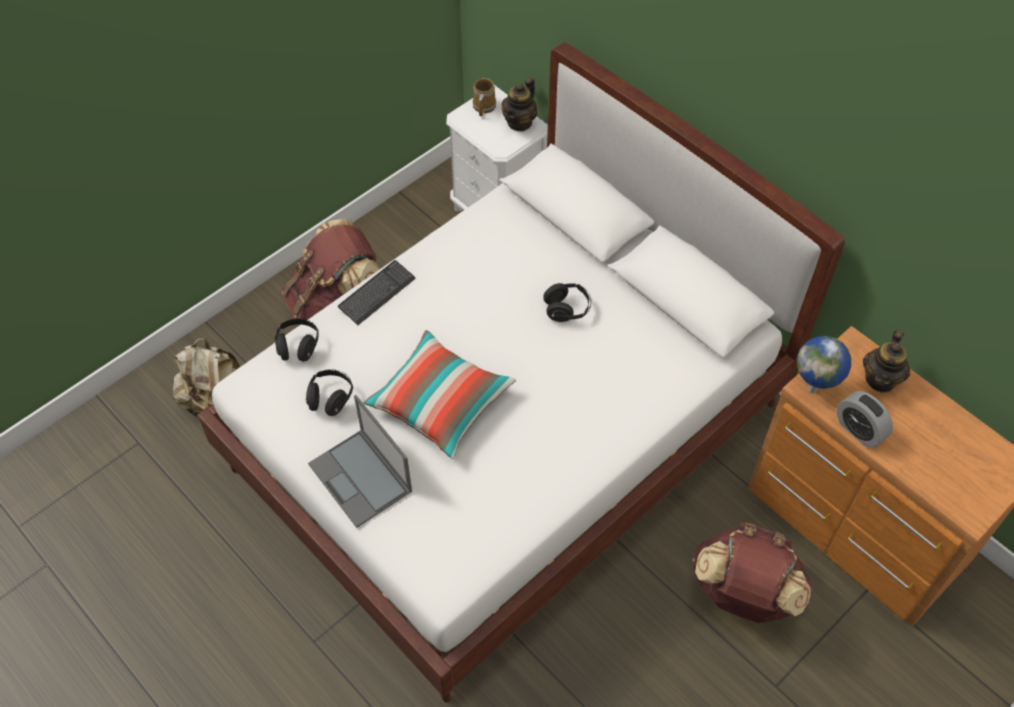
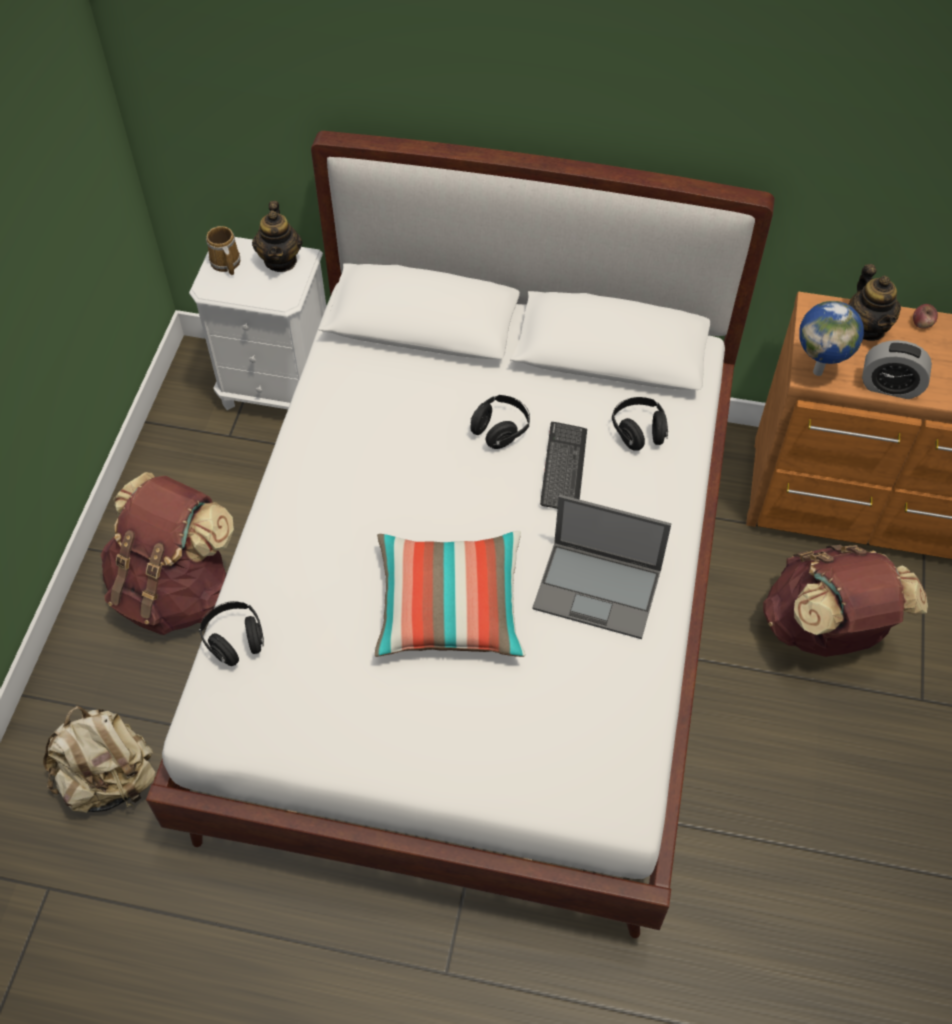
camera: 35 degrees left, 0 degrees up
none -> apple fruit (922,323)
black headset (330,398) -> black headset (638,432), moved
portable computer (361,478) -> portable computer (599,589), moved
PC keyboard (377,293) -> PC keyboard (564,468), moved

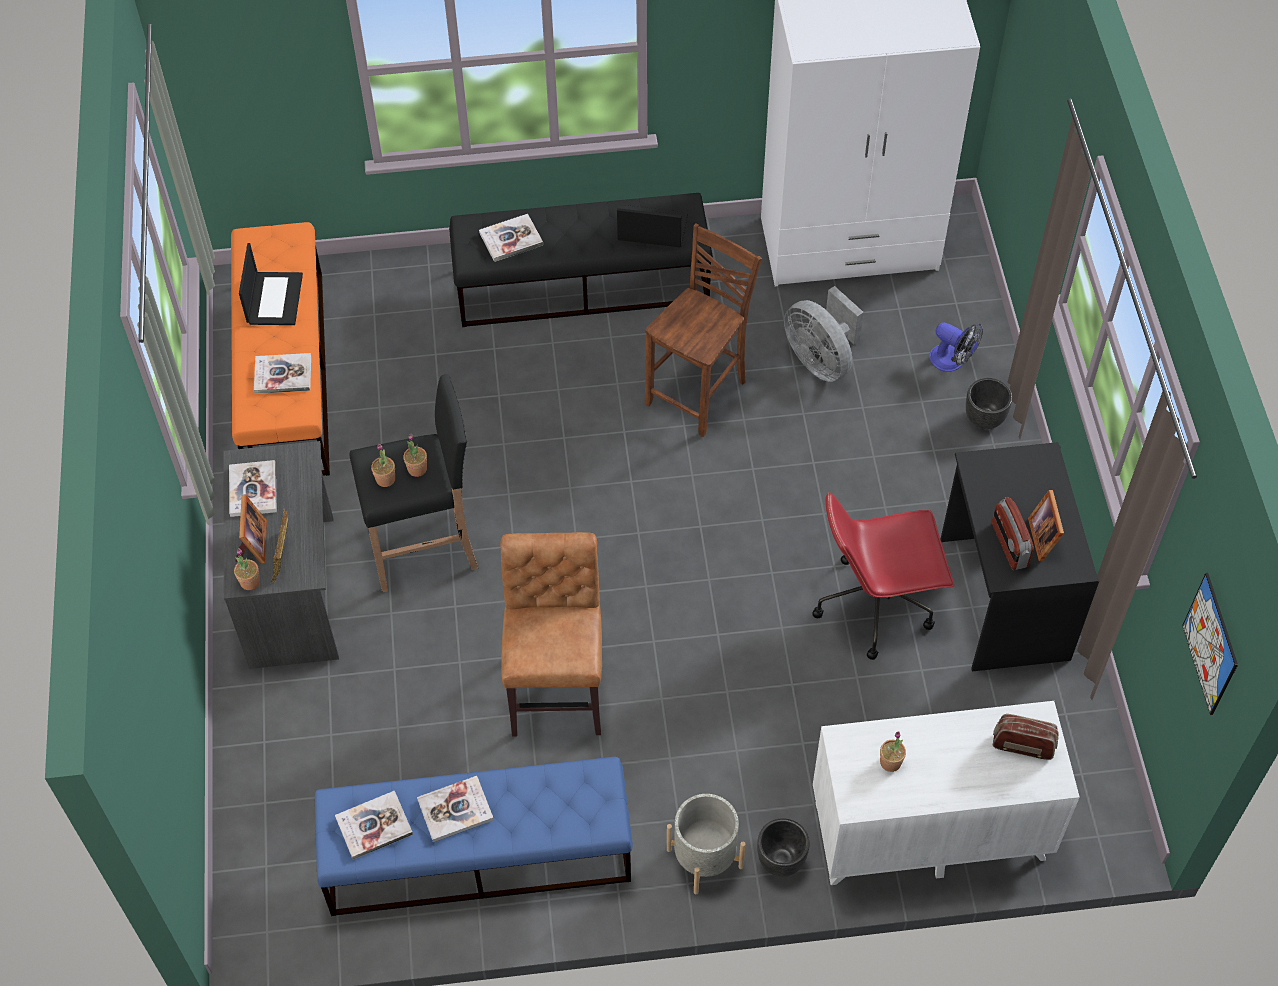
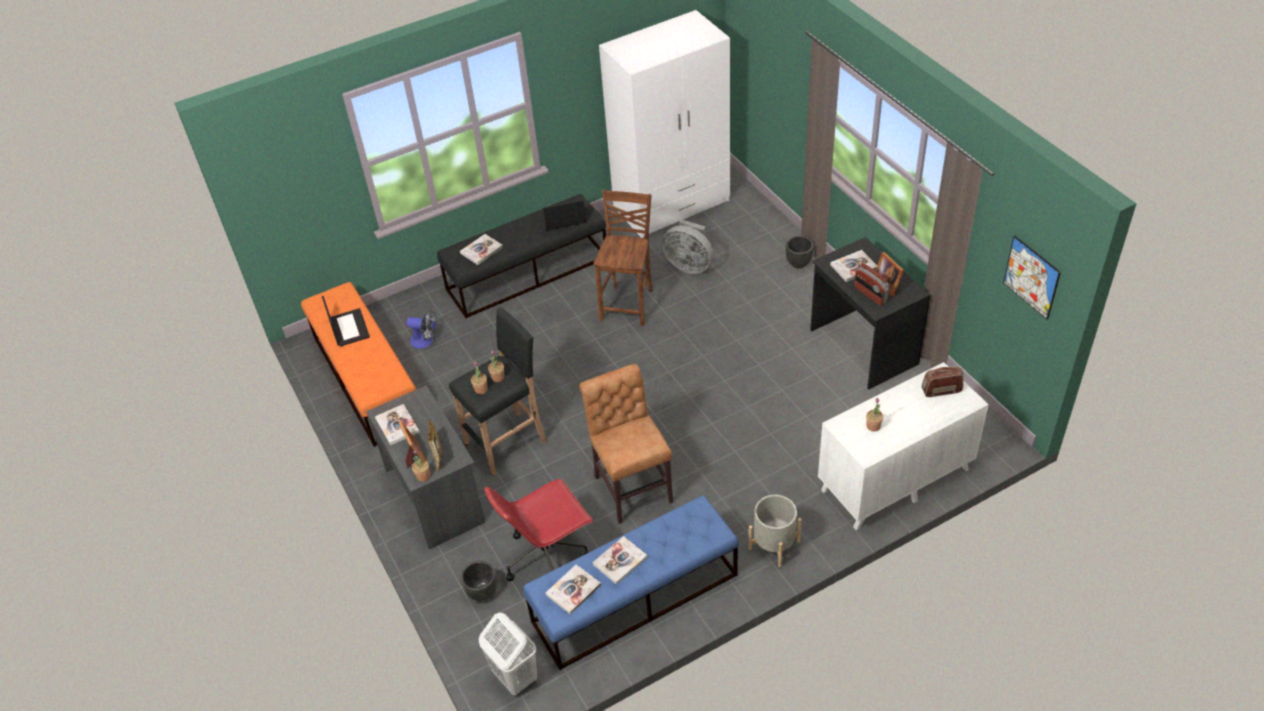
camera: 20 degrees left, 10 degrees down
none -> white-coloured washing basket (515,676)
volume (283,375) -> volume (853,267), moved
black planter (780,861) -> black planter (482,593), moved
reddish office chair (876,604) -> reddish office chair (547,557), moved
fan (952,361) -> fan (425,341), moved

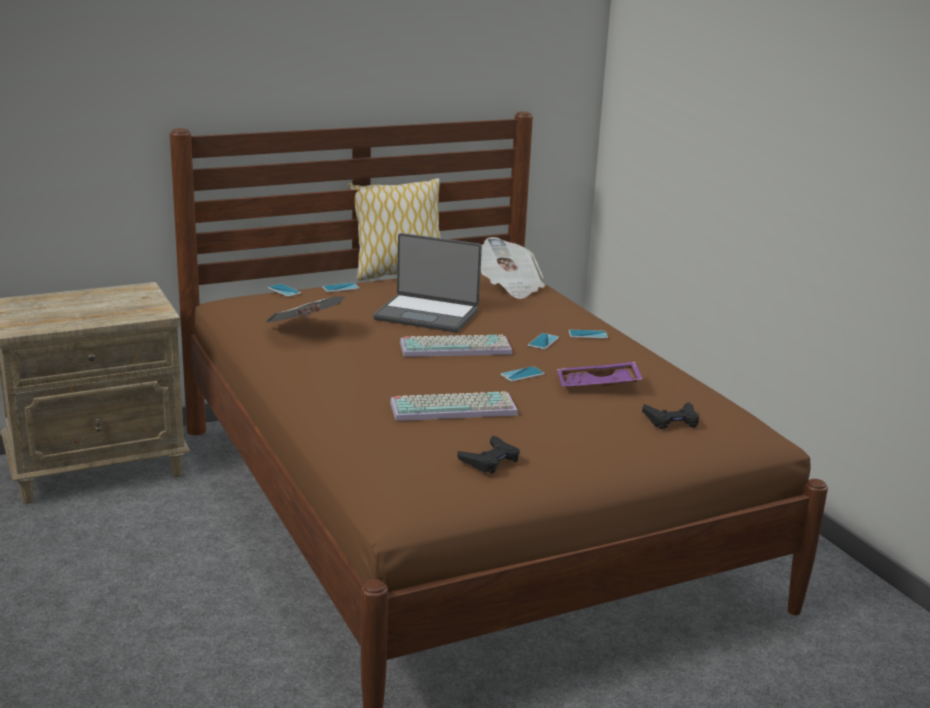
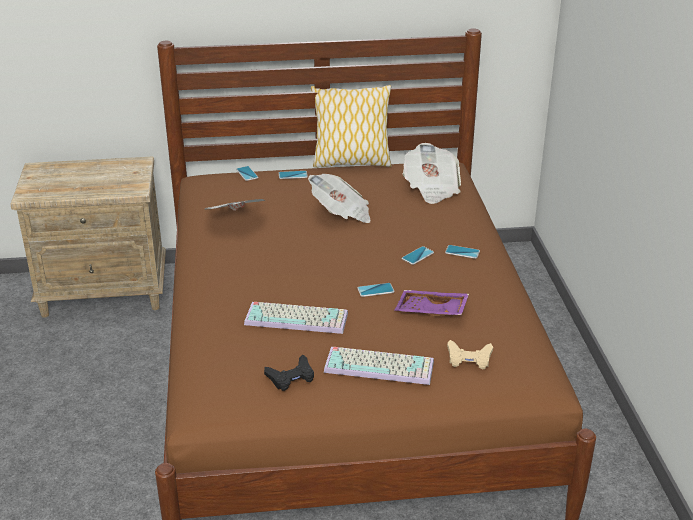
camera: 20 degrees right, 10 degrees up
PC keyboard (456,347) -> PC keyboard (380,365), moved
portable computer (427,314) -> printed paper (341,213)
black game controller (672,420) -> sand-coloured game controller (469,358)

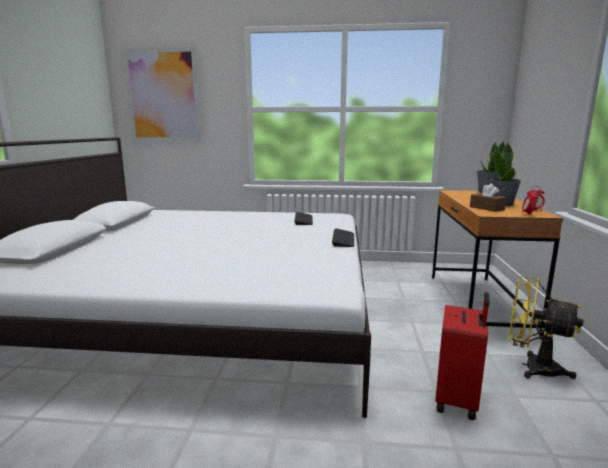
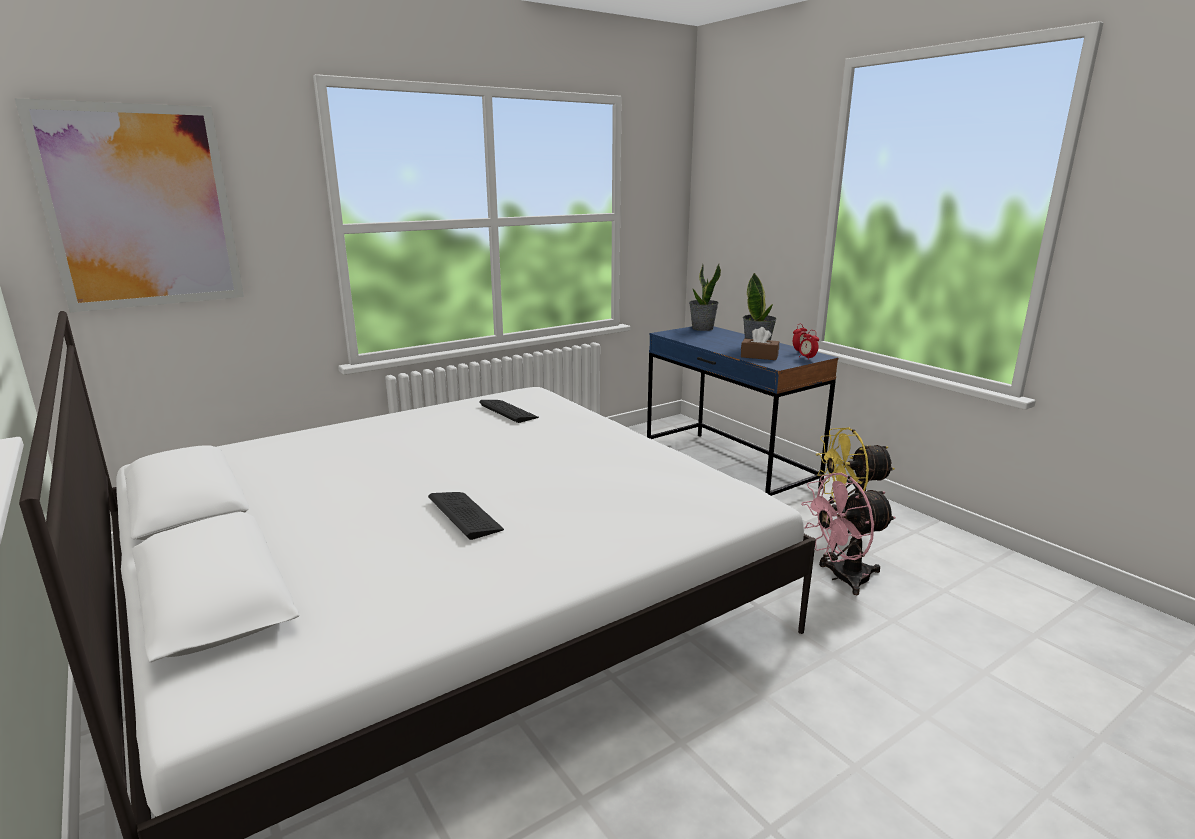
camera: 40 degrees left, 5 degrees up
PC keyboard (343,239) -> PC keyboard (465,515), moved
reddish piece of luggage (458,400) -> pinkish fan (841,578)
brownish desk unit (477,303) -> bluish desk unit (728,468)

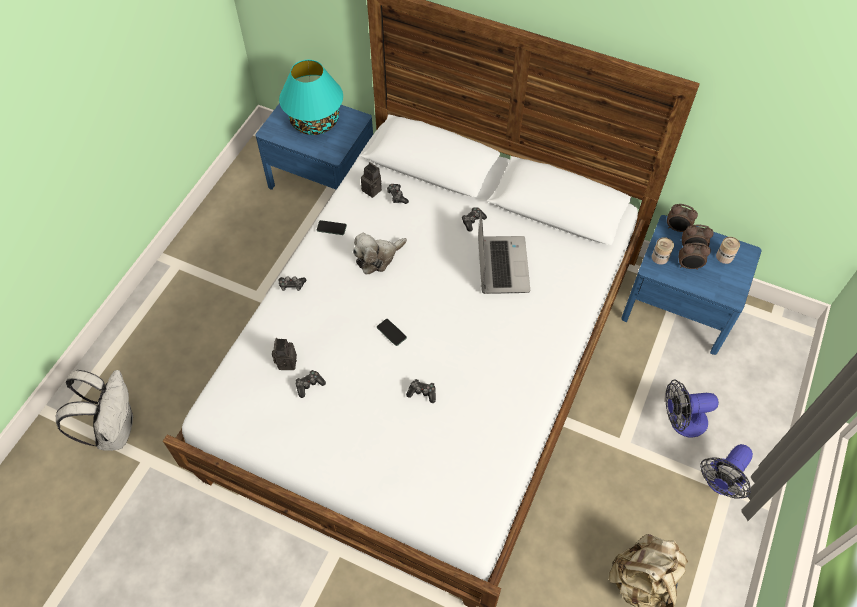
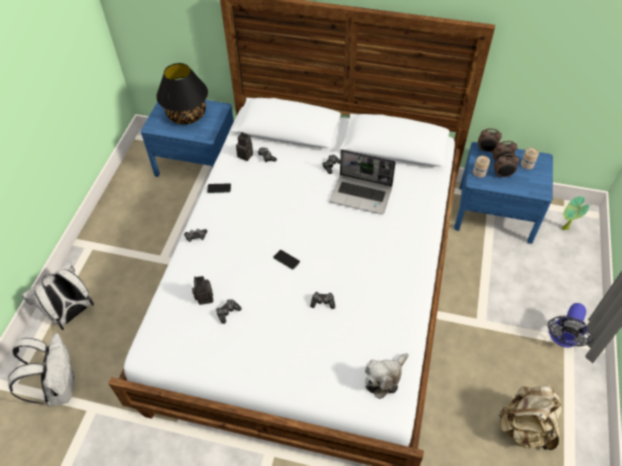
camera: 10 degrees left, 5 degrees down
fan (681,421) -> none
none -> white-coloured rucksack (72,314)
none -> houseplant (564,229)
plush toy (377,257) -> plush toy (384,378), moved
blue-green table lamp (314,122) -> black table lamp (186,115)
portable computer (501,265) -> portable computer (362,194), 120 degrees clockwise

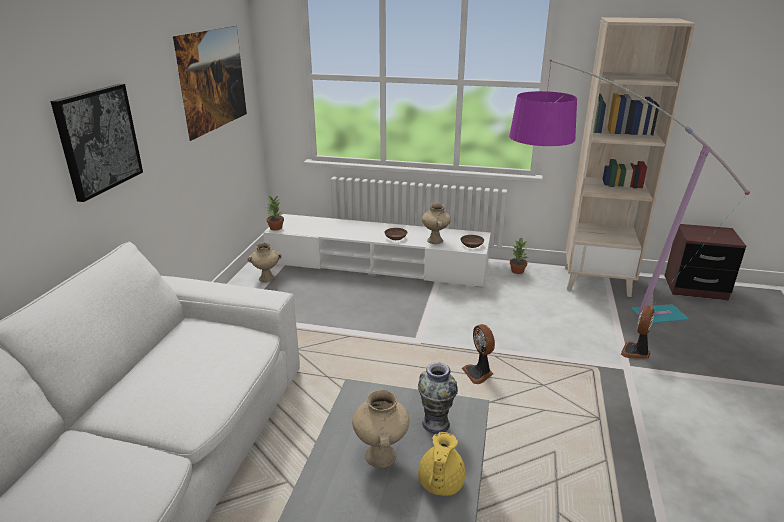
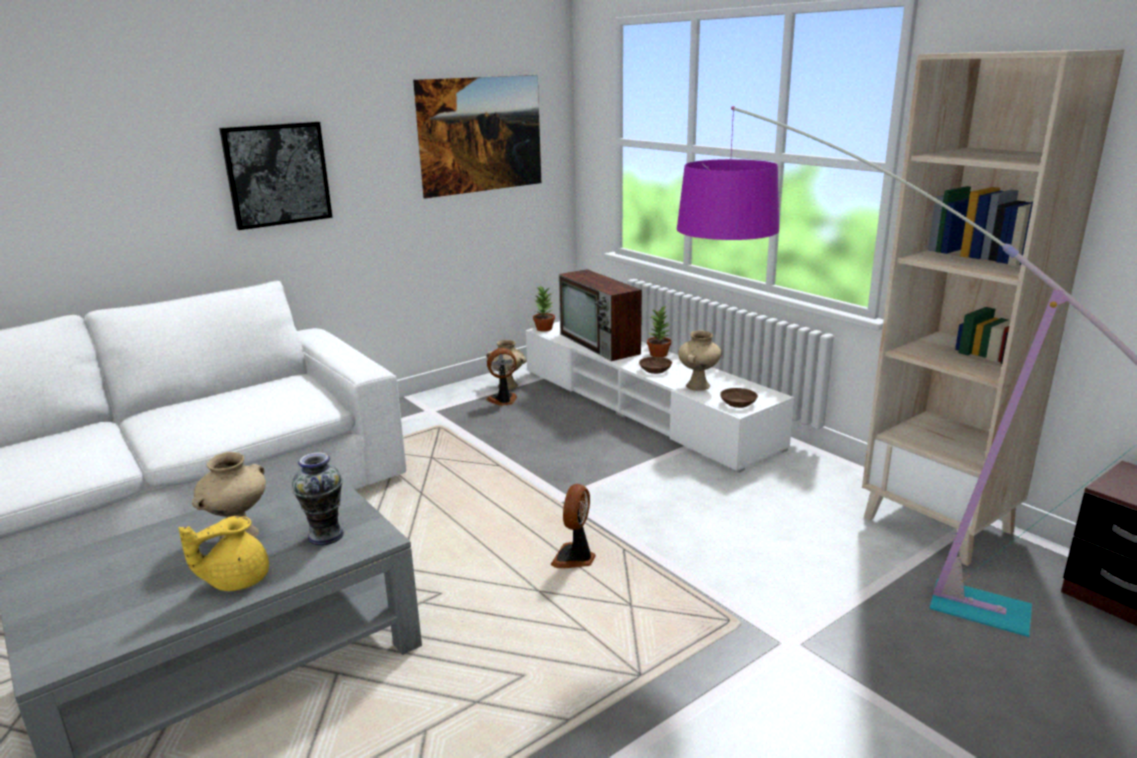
camera: 40 degrees right, 5 degrees down
none -> TV set (600,344)
houseplant (517,271) -> houseplant (659,354), moved
fan (636,352) -> fan (503,400), moved

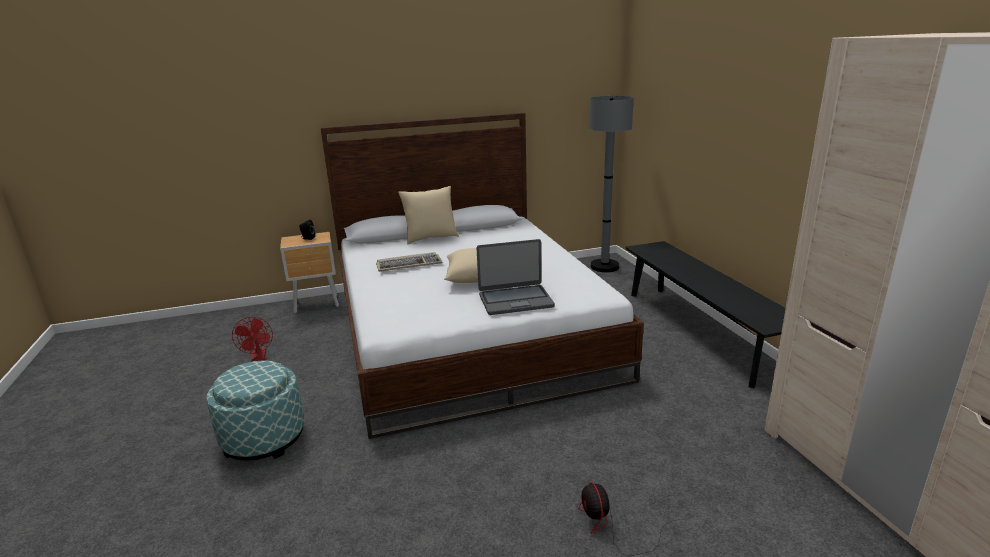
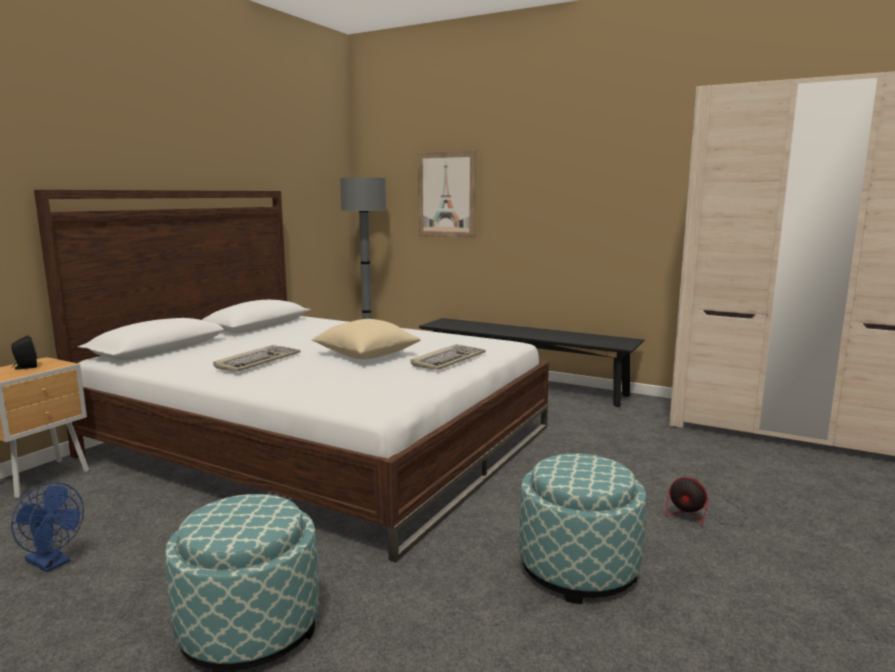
camera: 45 degrees left, 10 degrees down
sand-coloured cushion (430,238) -> none
none -> wall art (446,195)
none -> ottoman (578,569)
portable computer (515,300) -> PC keyboard (448,360)
reddish fan (259,359) -> bluish fan (52,563)

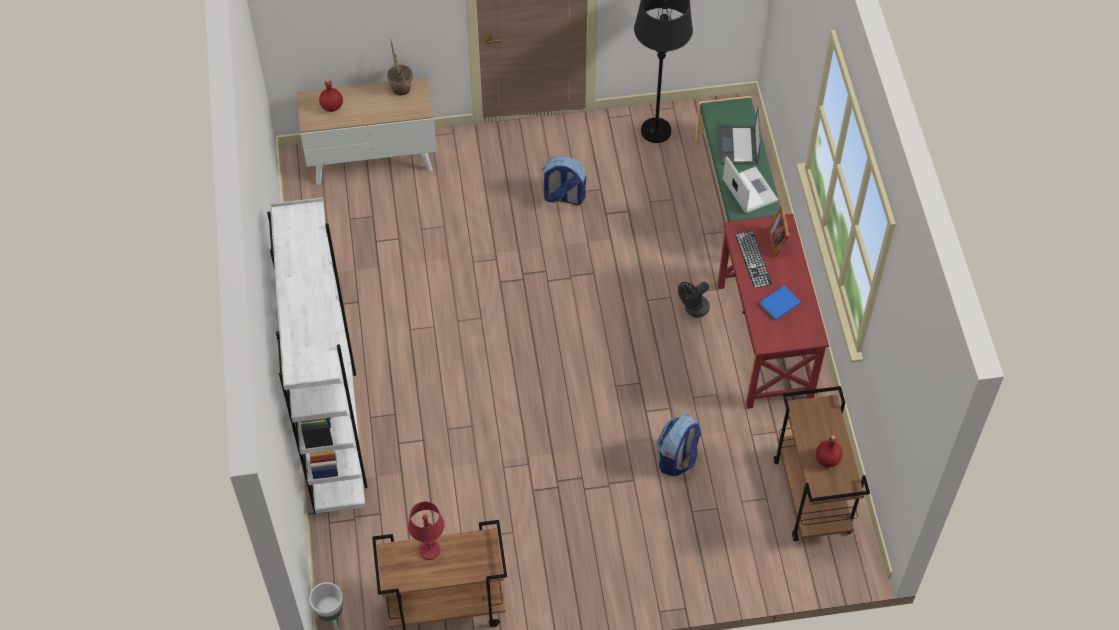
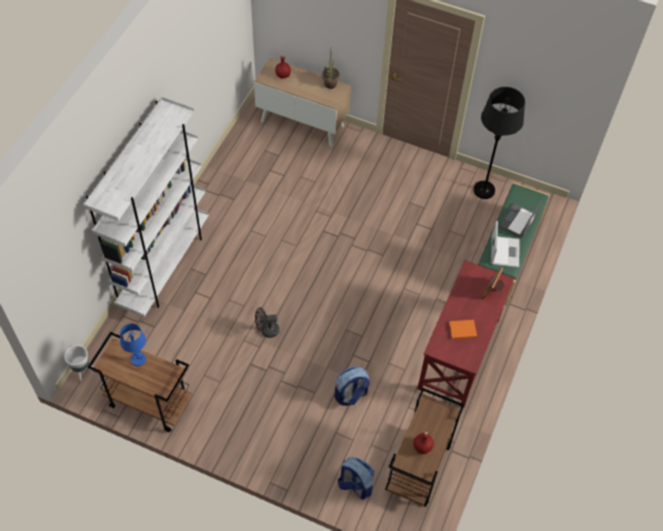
camera: 30 degrees right, 0 degrees up
PC keyboard (753,259) -> none
rucksack (563,197) -> rucksack (355,485), moved
black fan (693,310) -> black fan (267,330), moved
reddish table lamp (429,550) -> bluish table lamp (138,359)
bluish volume (778,304) -> orange-coloured volume (462,329)

